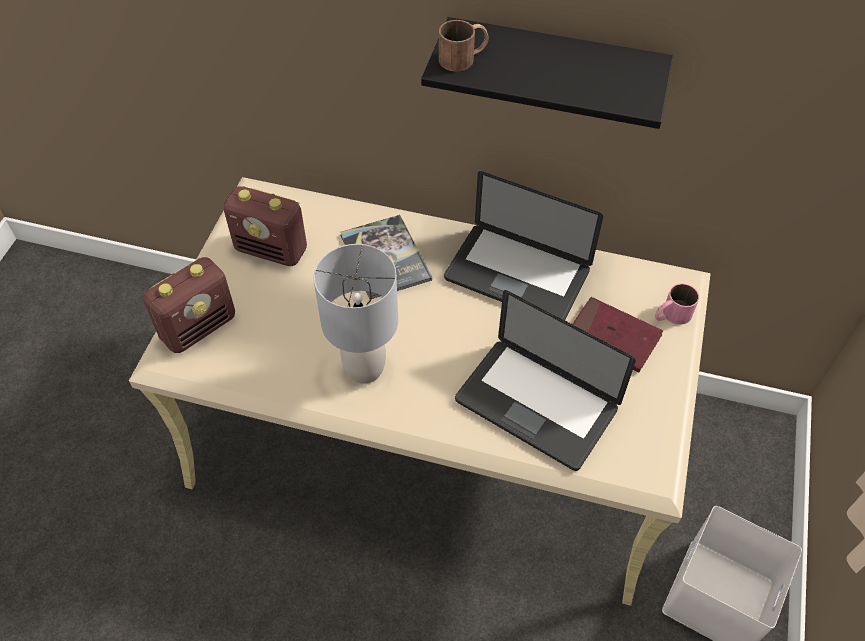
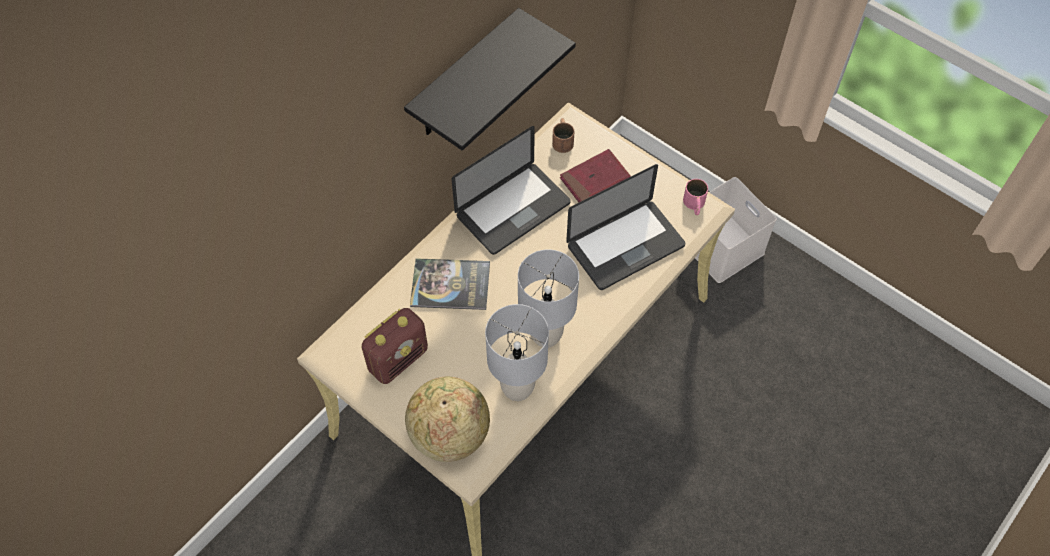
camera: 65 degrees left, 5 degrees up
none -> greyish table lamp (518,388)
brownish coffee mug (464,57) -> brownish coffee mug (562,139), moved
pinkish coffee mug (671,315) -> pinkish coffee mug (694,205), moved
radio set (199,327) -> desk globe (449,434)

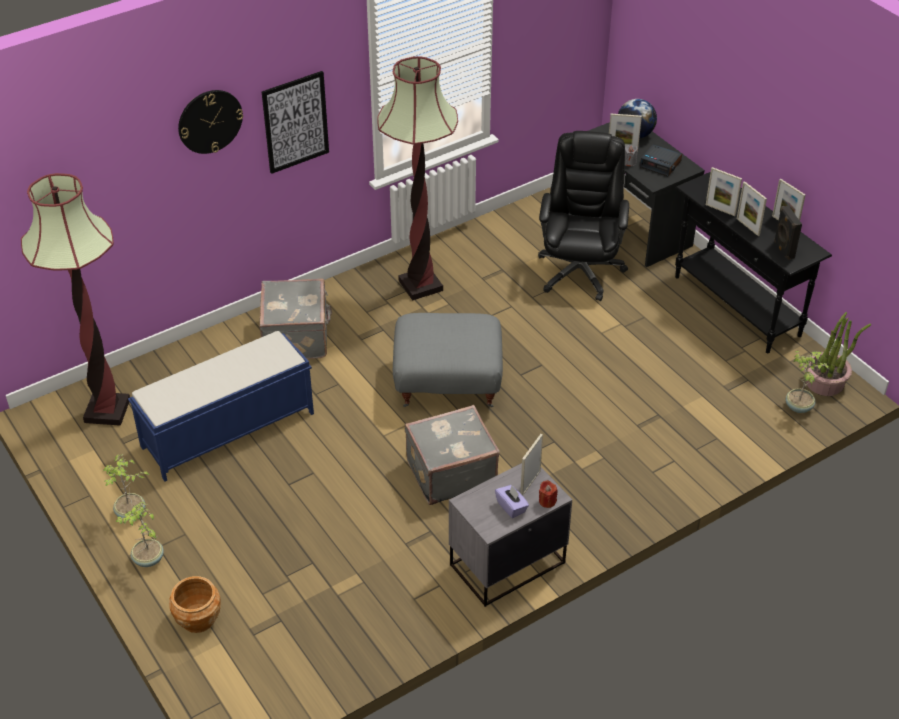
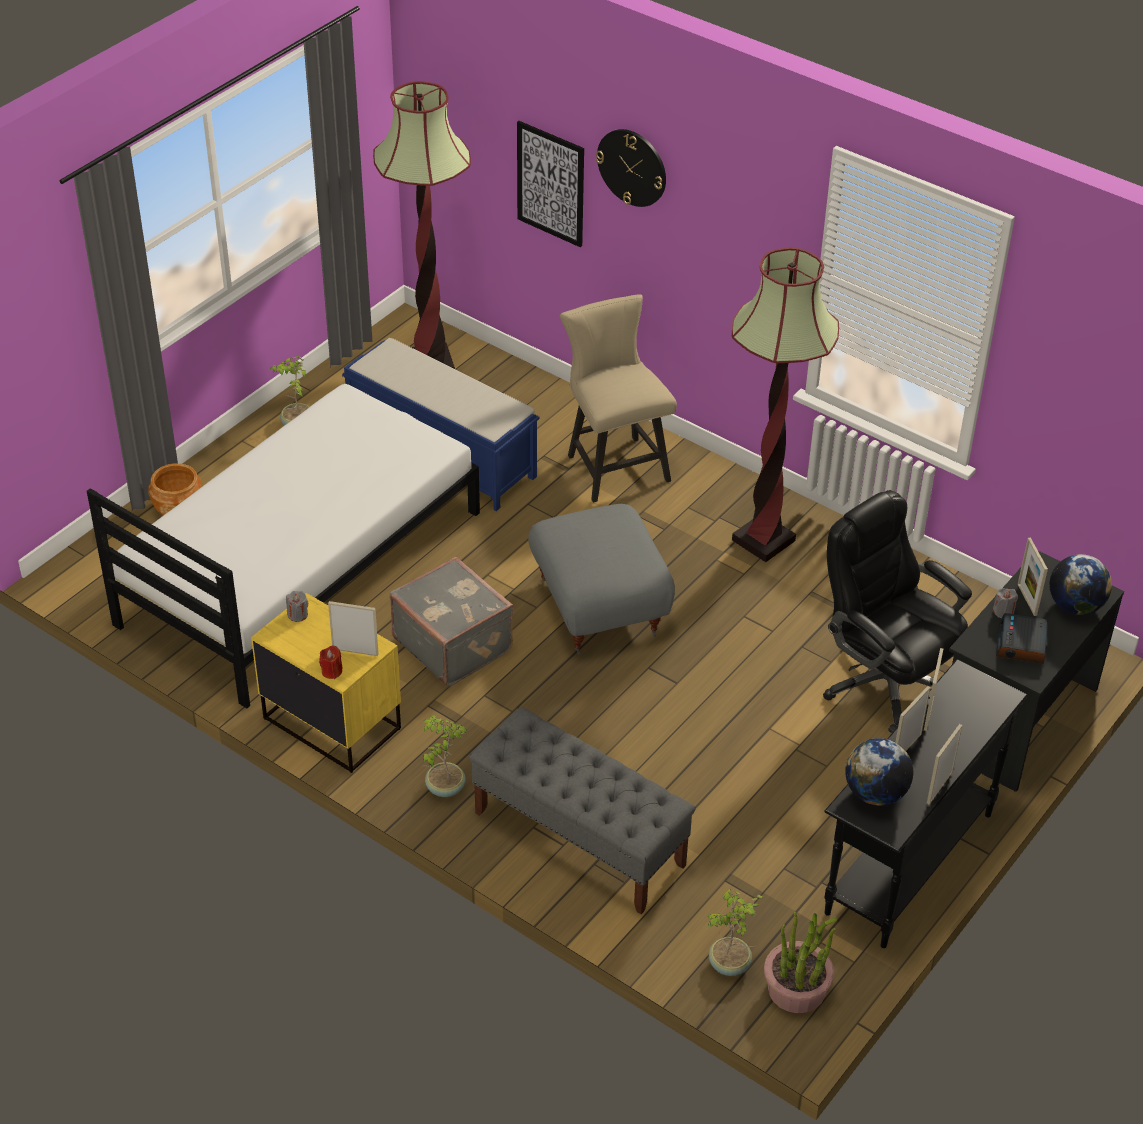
camera: 70 degrees right, 0 degrees up
purple box of tissues (511,507) -> none
none -> white-coloured bedroom bed (300,567)
none -> greyish wax light (298,615)
none -> greyish indoor bench (578,838)
houseplant (148,560) -> houseplant (444,788), moved
wall art (295,122) -> wall art (551,183), moved
greyish piece of luggage (297,337) -> sand-coloured plain chair (613,464)
black loudspeaker (783,250) -> desk globe (875,793)
greyish night table (506,563) -> yellow-coloured night table (332,722)
black office chair (580,270) -> black office chair (884,682), 120 degrees counterclockwise

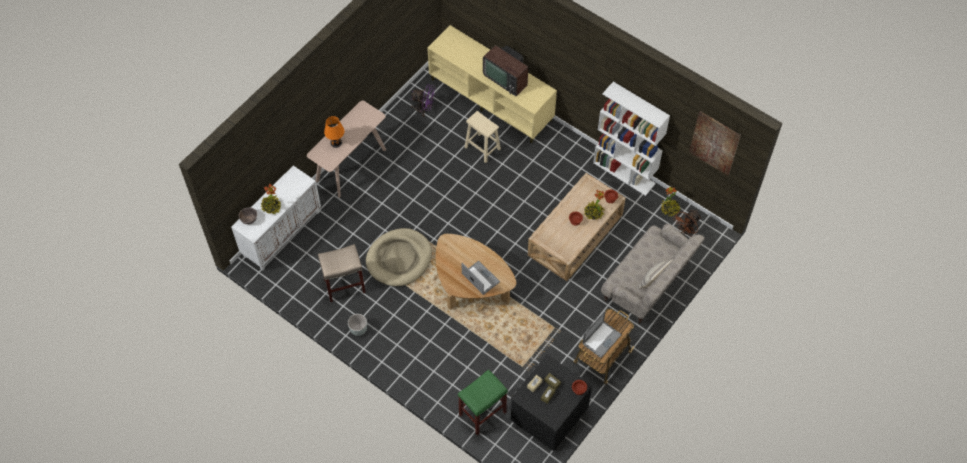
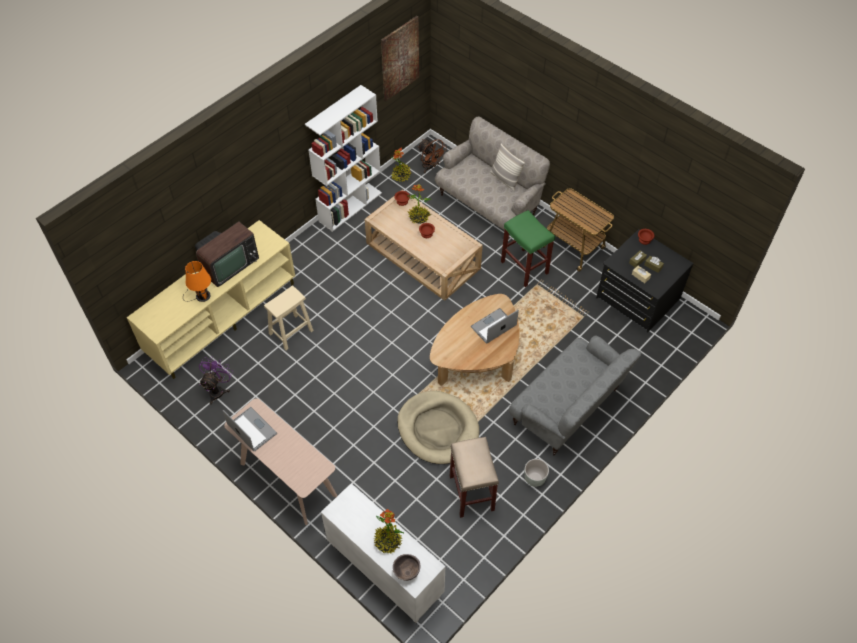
camera: 85 degrees left, 5 degrees down
none -> greyish settee (567,408)
orange-coloured table lamp (336,141) -> orange-coloured table lamp (201,296), moved
green-coloured sitting stool (482,414) -> green-coloured sitting stool (525,268), moved
portable computer (601,339) -> portable computer (252,429), moved

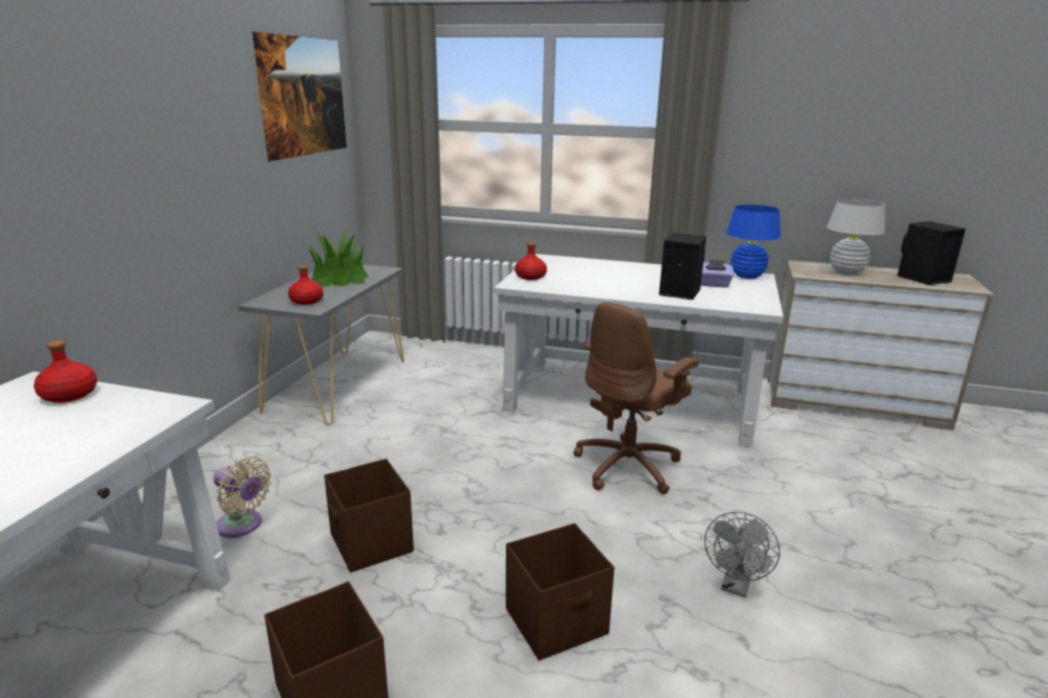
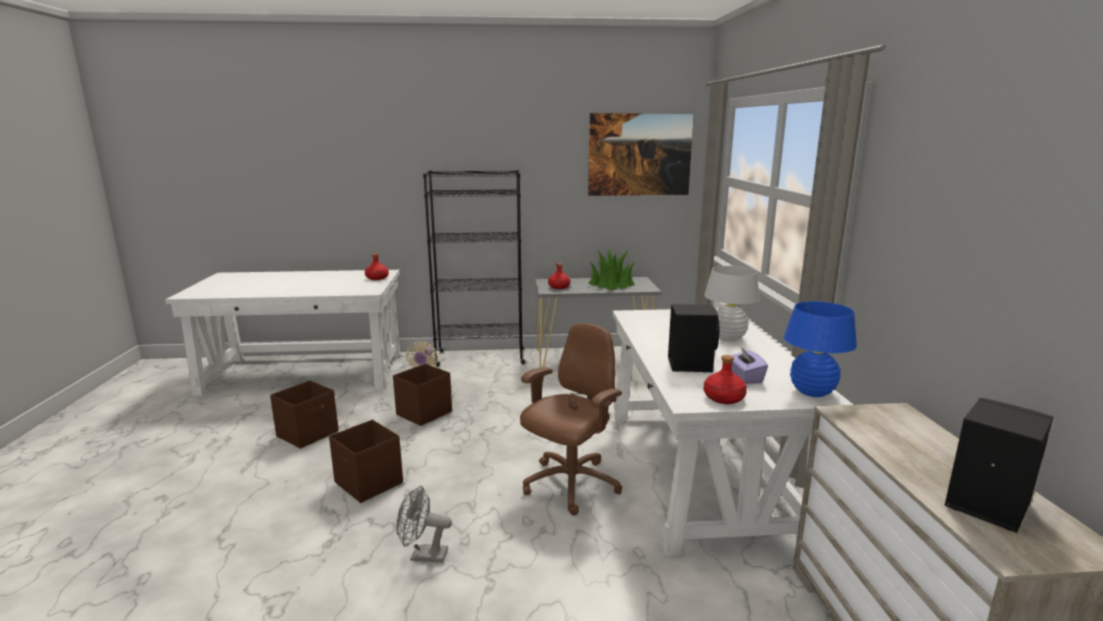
camera: 70 degrees right, 5 degrees down
none -> black shelving unit (480,357)
reddish beverage bottle (531,277) -> reddish beverage bottle (724,398), moved
white-coloured table lamp (846,272) -> white-coloured table lamp (728,338), moved
brownish office chair (628,466) -> brownish office chair (570,485), 105 degrees clockwise

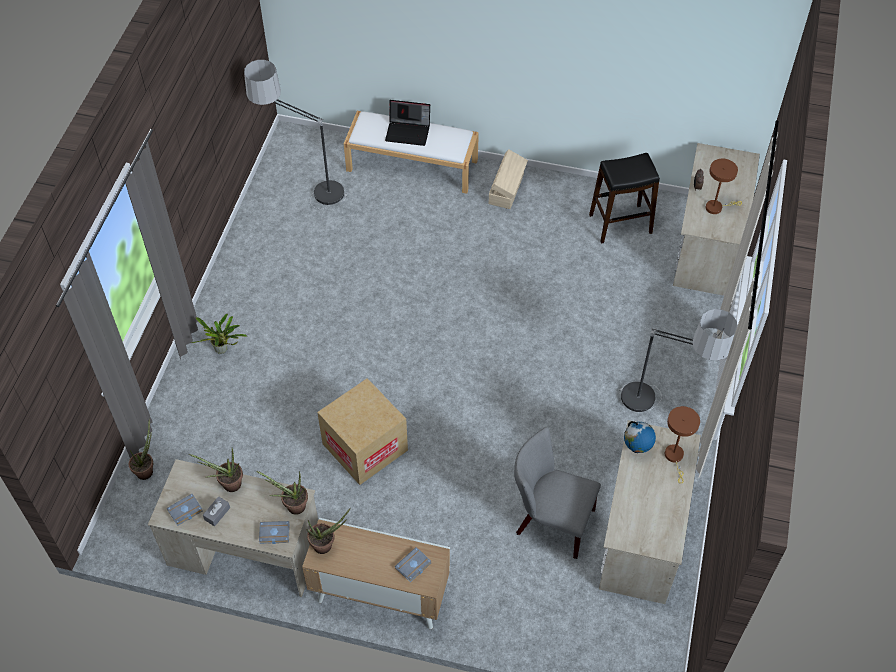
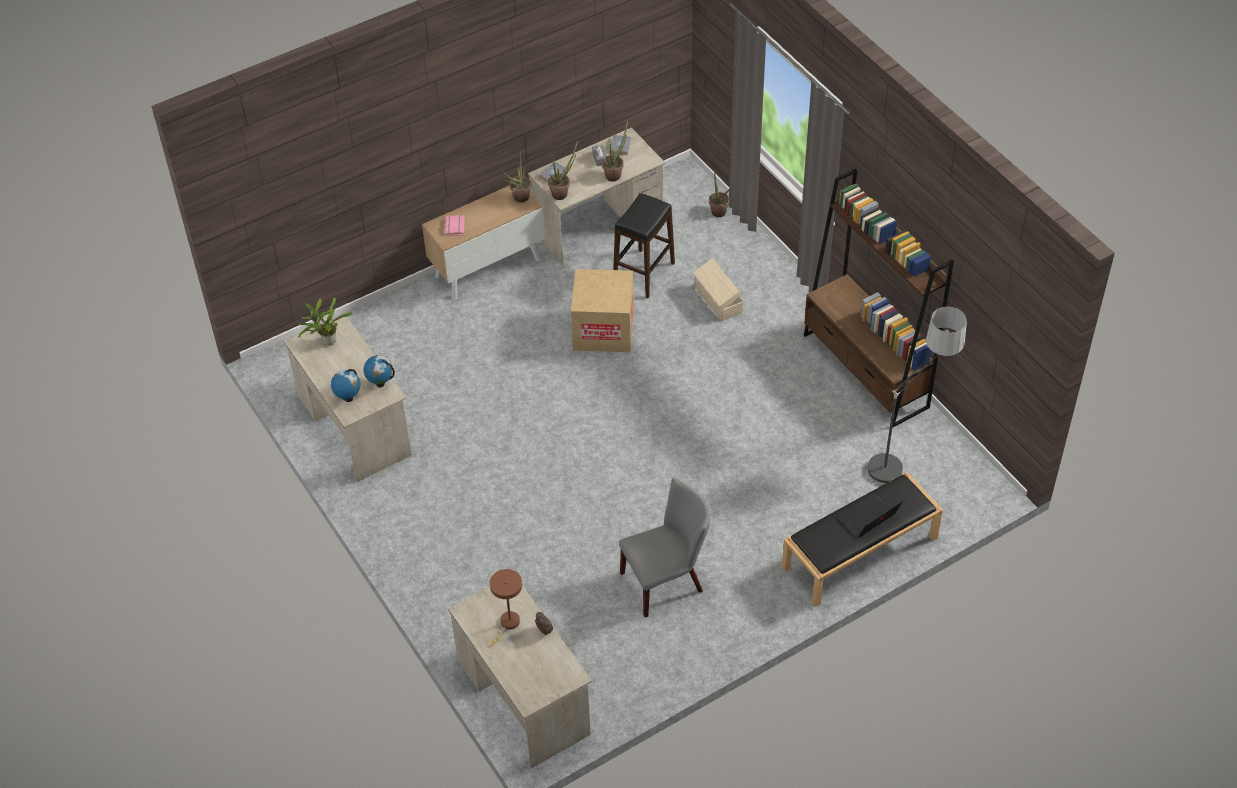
camera: 135 degrees right, 5 degrees down
floor lamp (661,412) -> none
none -> brownish shelving unit (865,371)
houseplant (223,350) -> houseplant (327,342), moved
sand-coloured storage box (507,189) -> sand-coloured storage box (718,300), moved
greyish plain chair (550,521) -> greyish plain chair (666,581), moved
black sitting stool (620,224) -> black sitting stool (644,274), moved
brownish table lamp (675,457) -> desk globe (348,398)
white-coloured indoor bench (413,165) -> black indoor bench (859,553)
greyish volume (413,567) -> pinkish volume (454,227)

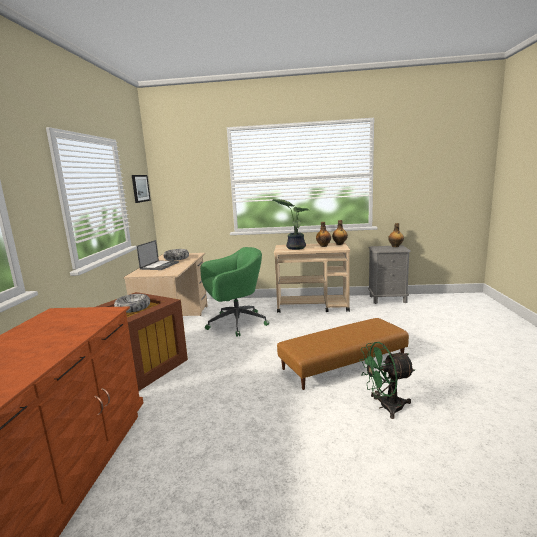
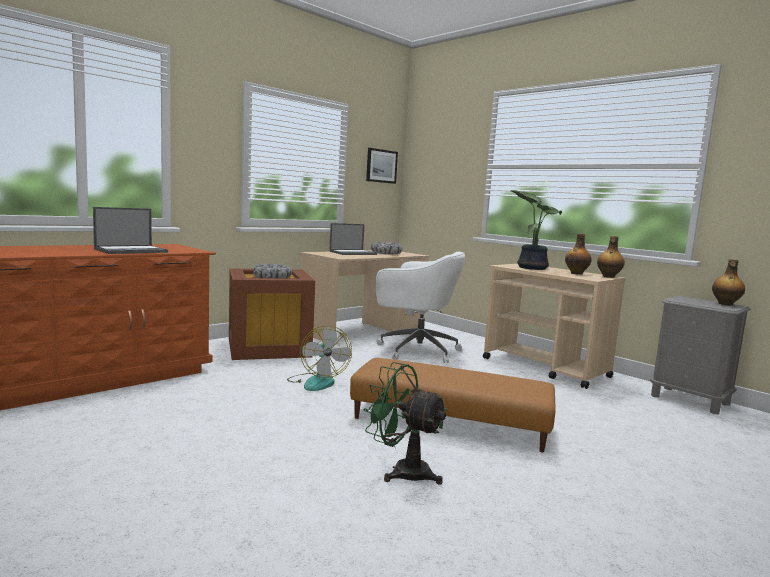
camera: 40 degrees right, 5 degrees down
none -> portable computer (132,250)
none -> fan (317,381)
green-coloured office chair (235,323) -> white-coloured office chair (416,350)

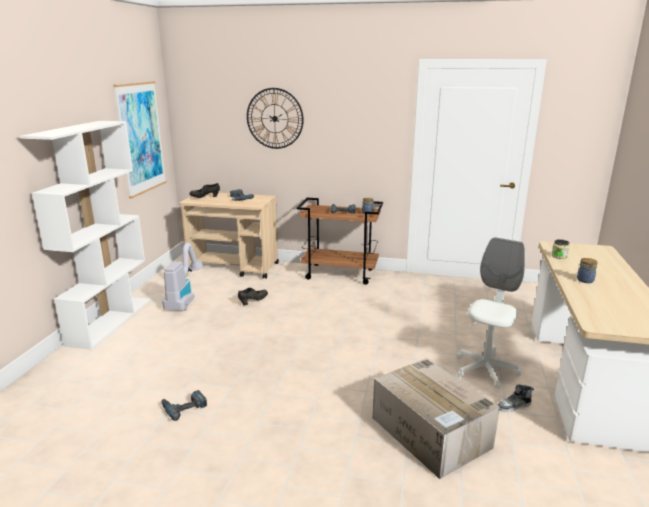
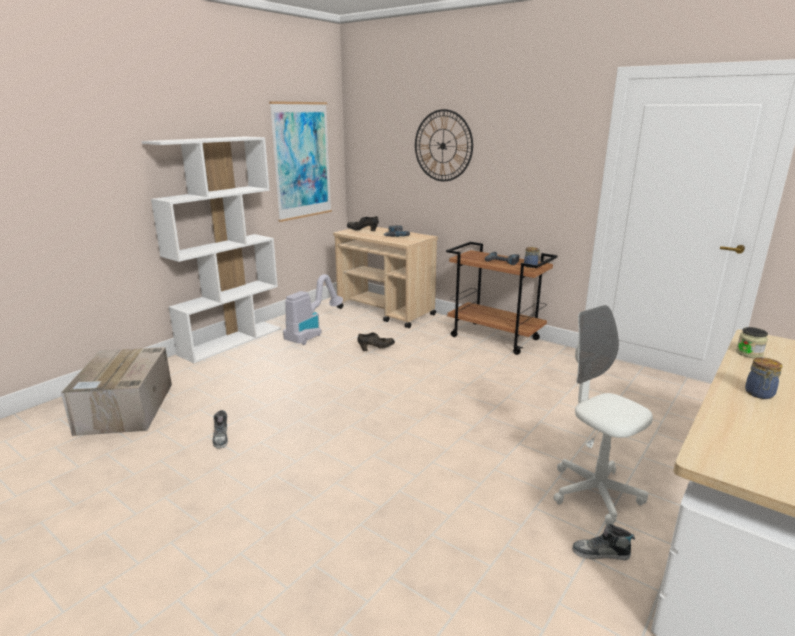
camera: 25 degrees right, 0 degrees up
cardboard box (432,433) -> cardboard box (125,409), moved
electric drill (184,407) -> shoe (221,437)
white-coloured office chair (485,370) -> white-coloured office chair (595,493), 90 degrees counterclockwise

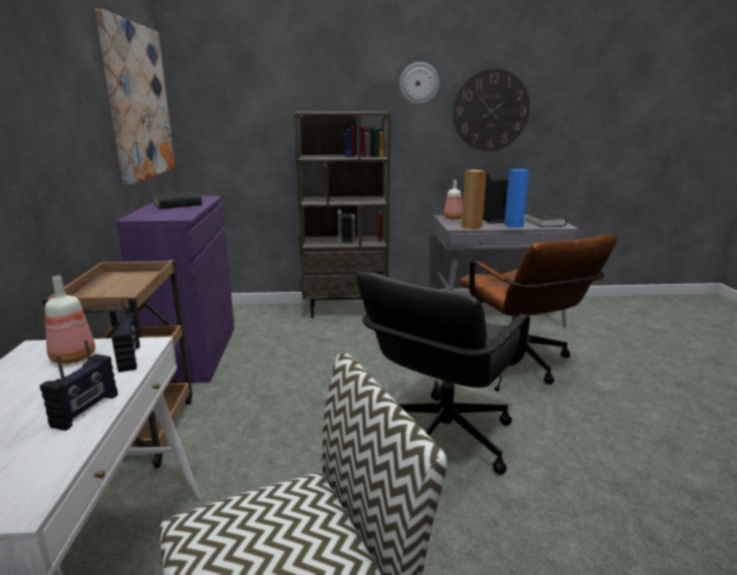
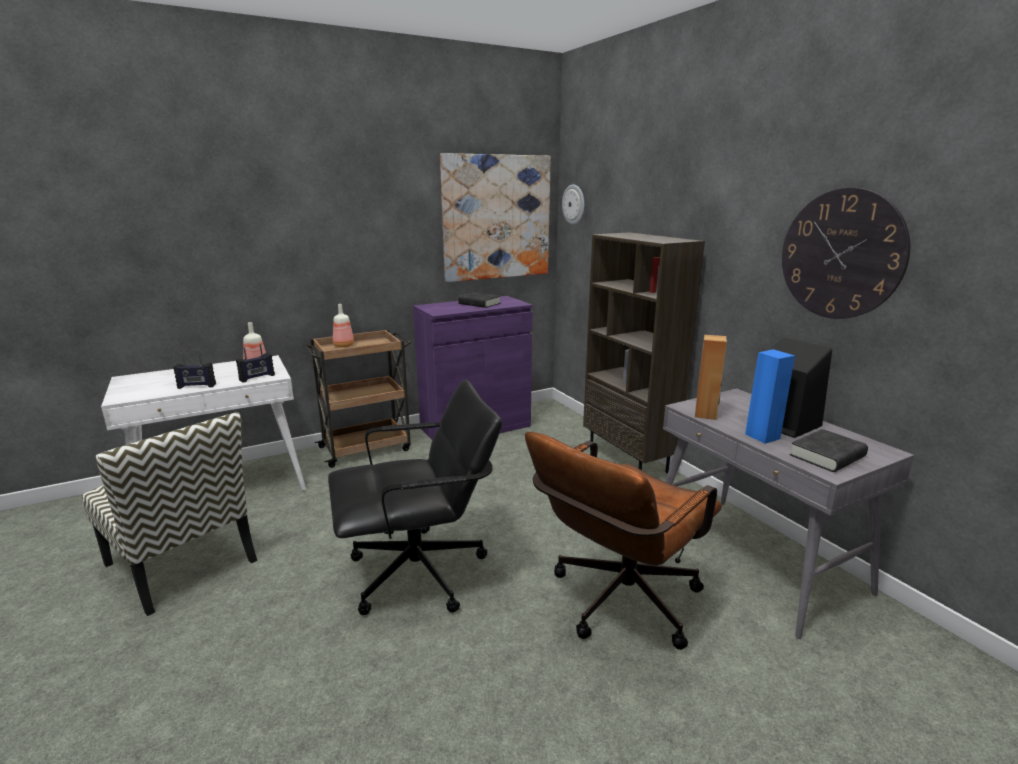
camera: 65 degrees right, 0 degrees up
clock on the wall (419,83) -> clock on the wall (574,204), moved
beverage bottle (453,218) -> beverage bottle (344,346), moved
black office chair (442,436) -> black office chair (419,573), 150 degrees clockwise

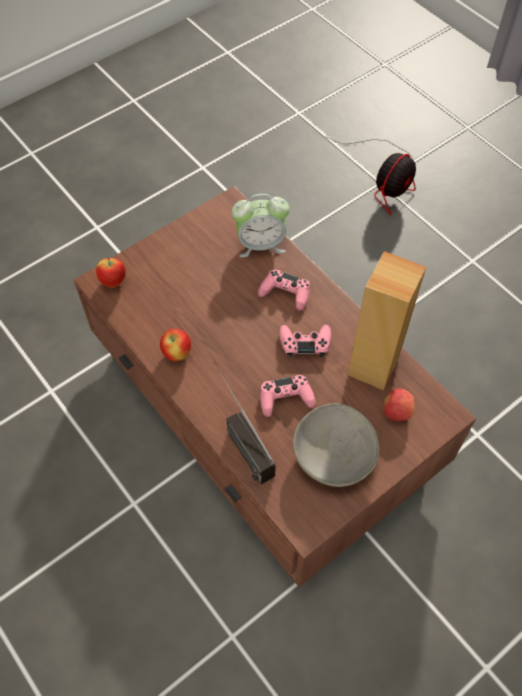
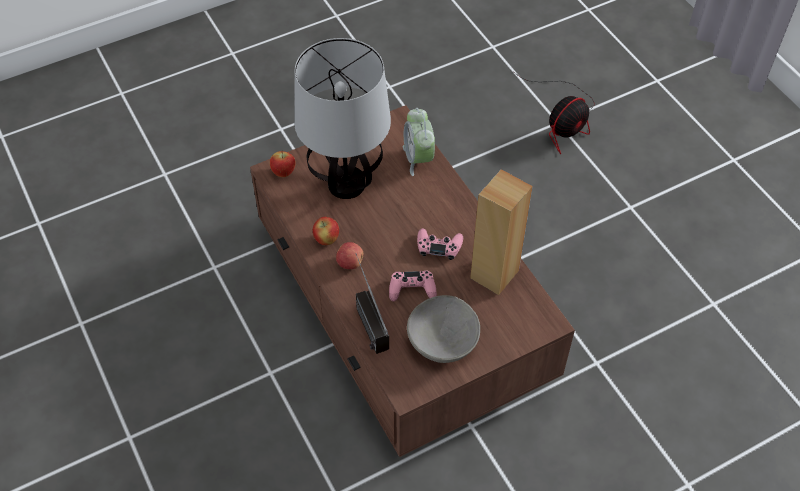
camera: 10 degrees right, 5 degrees down
pinkish game controller (285,293) -> none
none -> table lamp (347,184)
apple fruit (396,411) -> apple fruit (350,263), moved
bedside clock (260,244) -> bedside clock (418,158), 75 degrees clockwise

